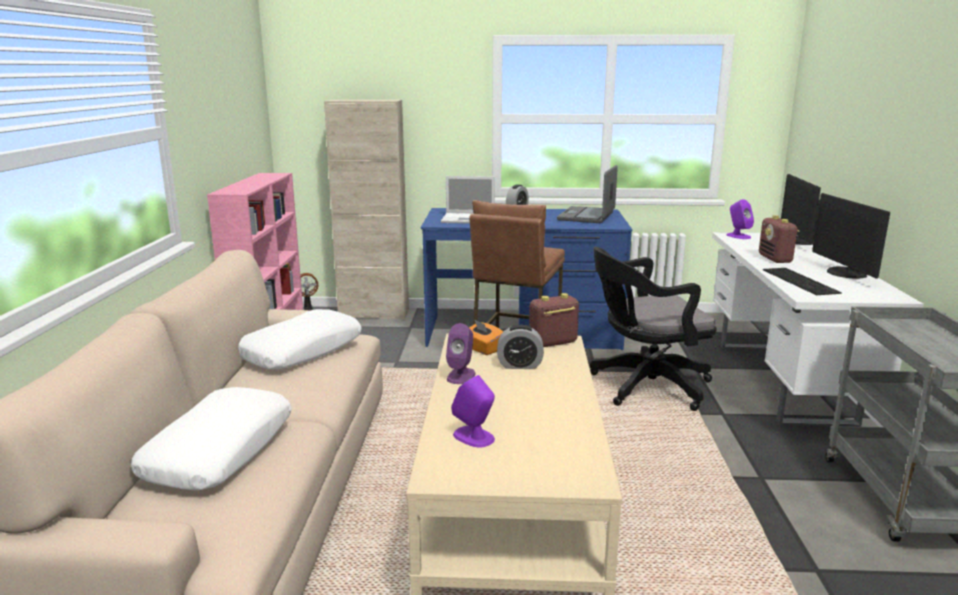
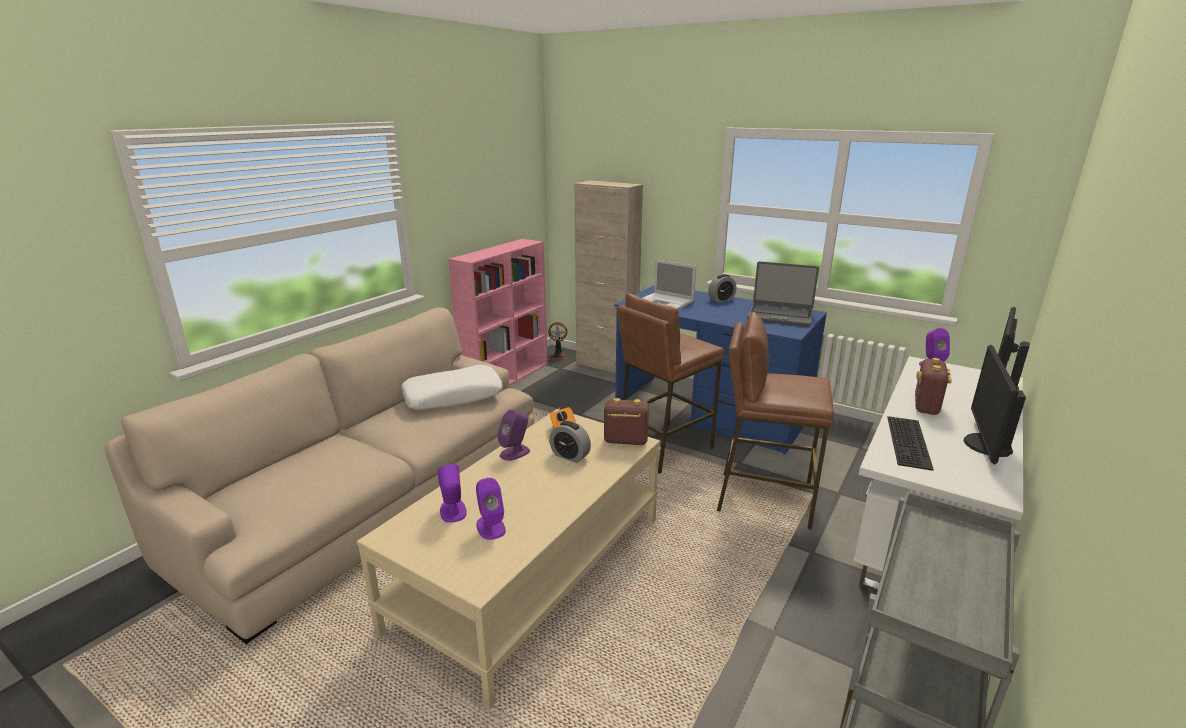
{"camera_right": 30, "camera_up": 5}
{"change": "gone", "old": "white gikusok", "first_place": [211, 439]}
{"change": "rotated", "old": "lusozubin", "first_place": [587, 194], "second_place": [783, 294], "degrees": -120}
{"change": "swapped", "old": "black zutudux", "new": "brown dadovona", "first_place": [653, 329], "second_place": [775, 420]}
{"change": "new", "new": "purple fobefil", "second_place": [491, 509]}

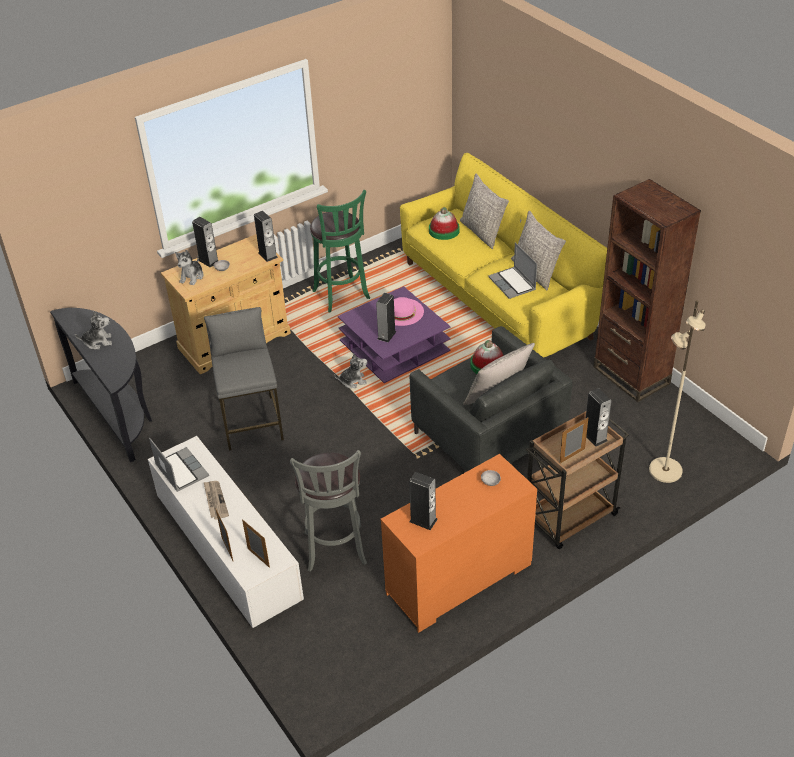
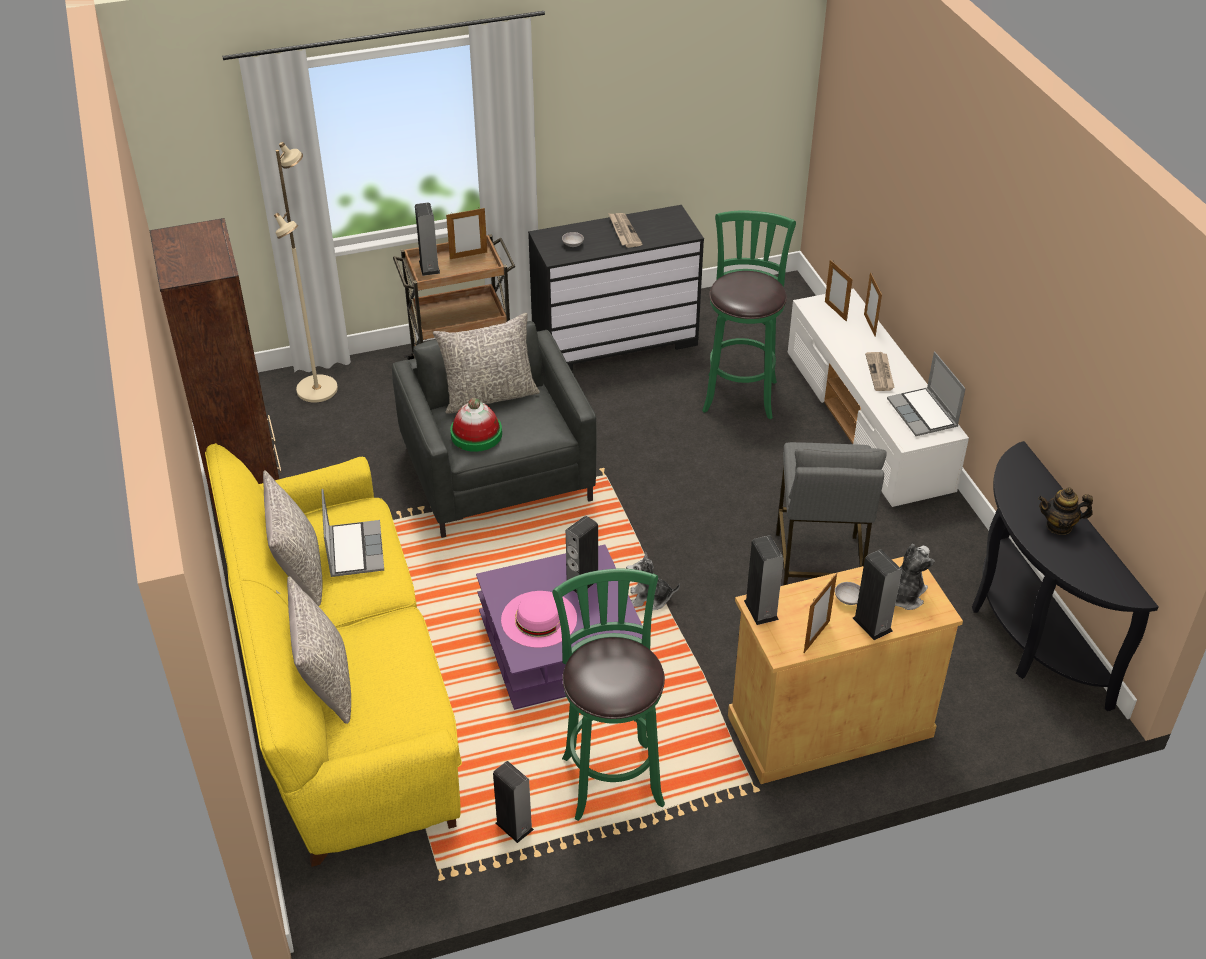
{"camera_right": -165, "camera_up": 0}
{"change": "swapped", "old": "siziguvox", "new": "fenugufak", "first_place": [93, 330], "second_place": [1065, 511]}
{"change": "repainted", "old": "grey dadovona", "new": "green dadovona", "first_place": [328, 511], "second_place": [749, 315]}
{"change": "repainted", "old": "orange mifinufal", "new": "black mifinufal", "first_place": [459, 543], "second_place": [616, 288]}
{"change": "shifted", "old": "fobefil", "first_place": [423, 501], "second_place": [513, 802]}
{"change": "gone", "old": "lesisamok", "first_place": [444, 223]}
{"change": "new", "new": "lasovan", "second_place": [625, 230]}
{"change": "new", "new": "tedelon", "second_place": [820, 613]}

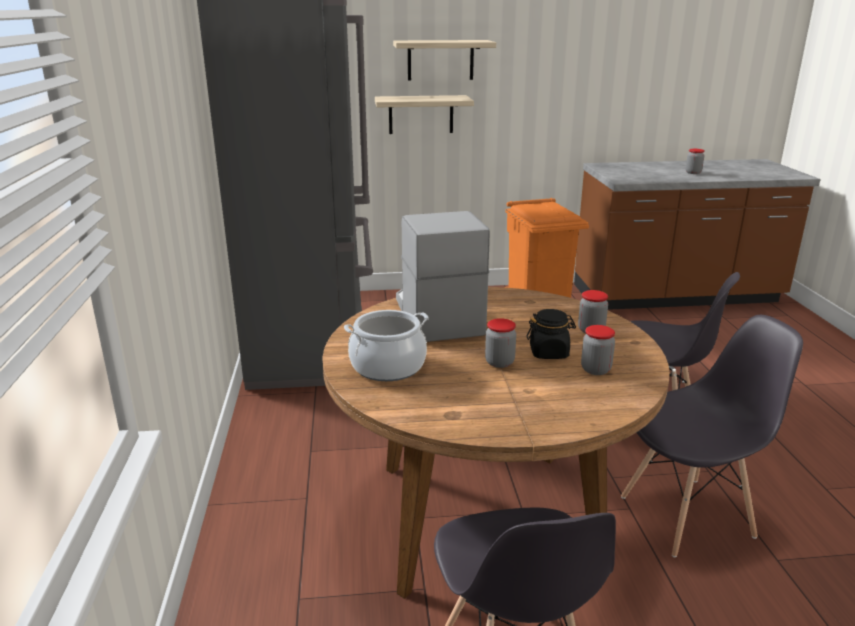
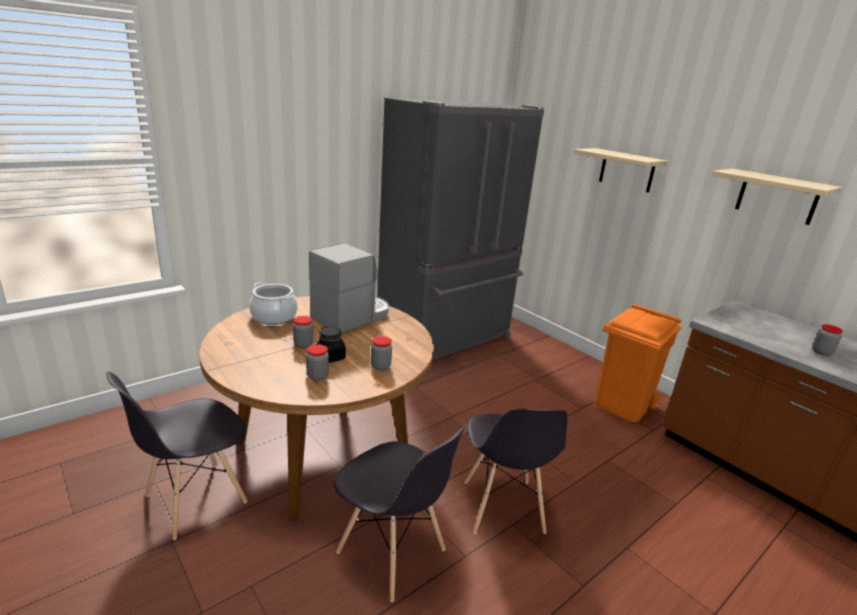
{"camera_right": 55, "camera_up": 0}
{"change": "shifted", "old": "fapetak", "first_place": [424, 114], "second_place": [777, 197]}

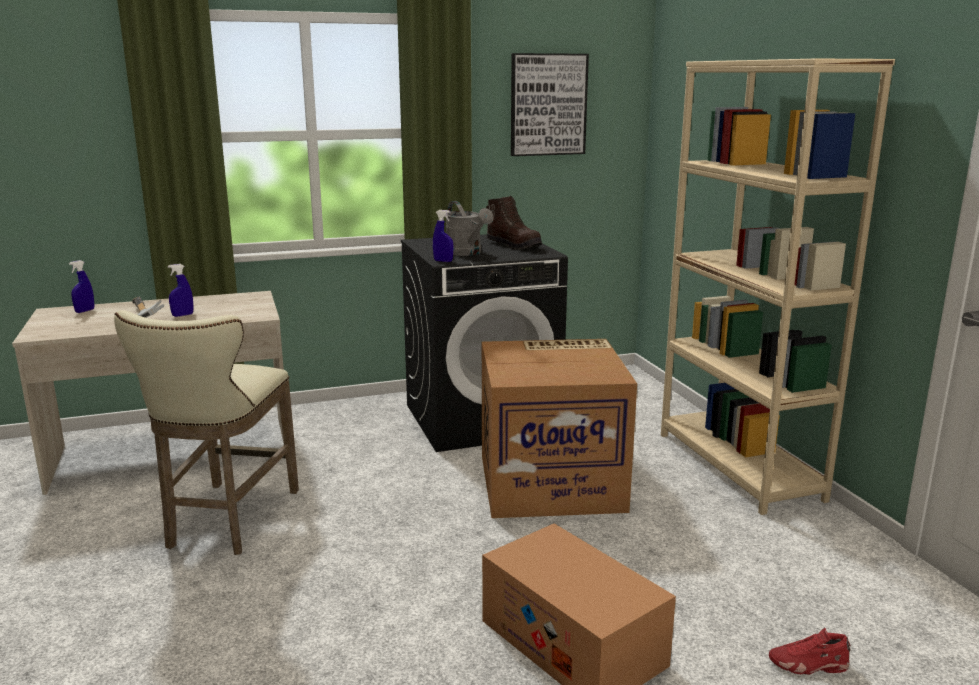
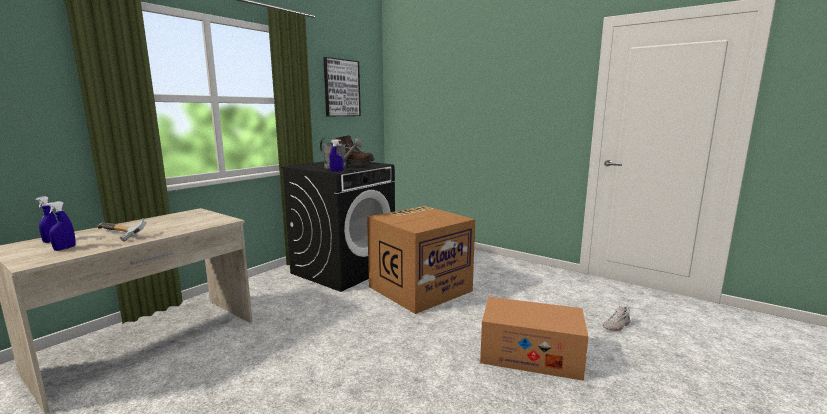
{"camera_right": -35, "camera_up": -5}
{"change": "gone", "old": "beige dadovona", "first_place": [206, 432]}
{"change": "shifted", "old": "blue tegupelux", "first_place": [181, 290], "second_place": [61, 226]}
{"change": "gone", "old": "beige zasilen", "first_place": [778, 287]}
{"change": "repainted", "old": "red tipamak", "new": "white tipamak", "first_place": [810, 650], "second_place": [616, 318]}

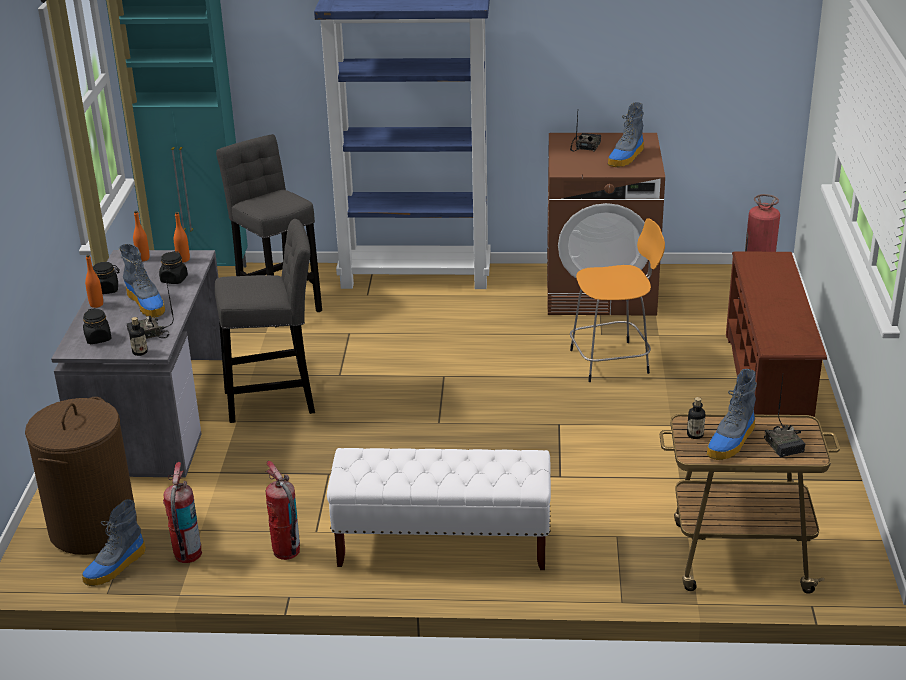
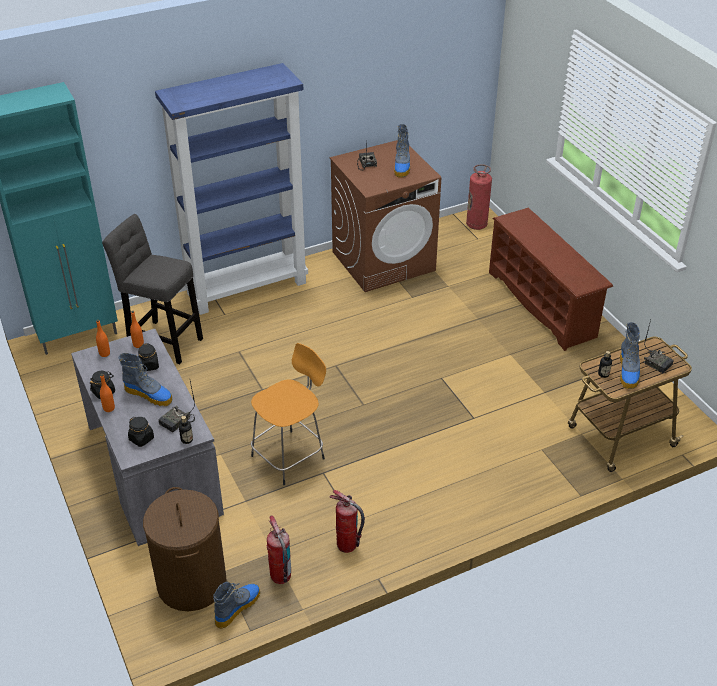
{"camera_right": -30, "camera_up": 10}
{"change": "rotated", "old": "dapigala", "first_place": [114, 542], "second_place": [236, 605], "degrees": -150}
{"change": "gone", "old": "grey dadovona", "first_place": [265, 321]}
{"change": "gone", "old": "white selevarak", "first_place": [439, 509]}
{"change": "shifted", "old": "orange dadovona", "first_place": [617, 300], "second_place": [288, 414]}

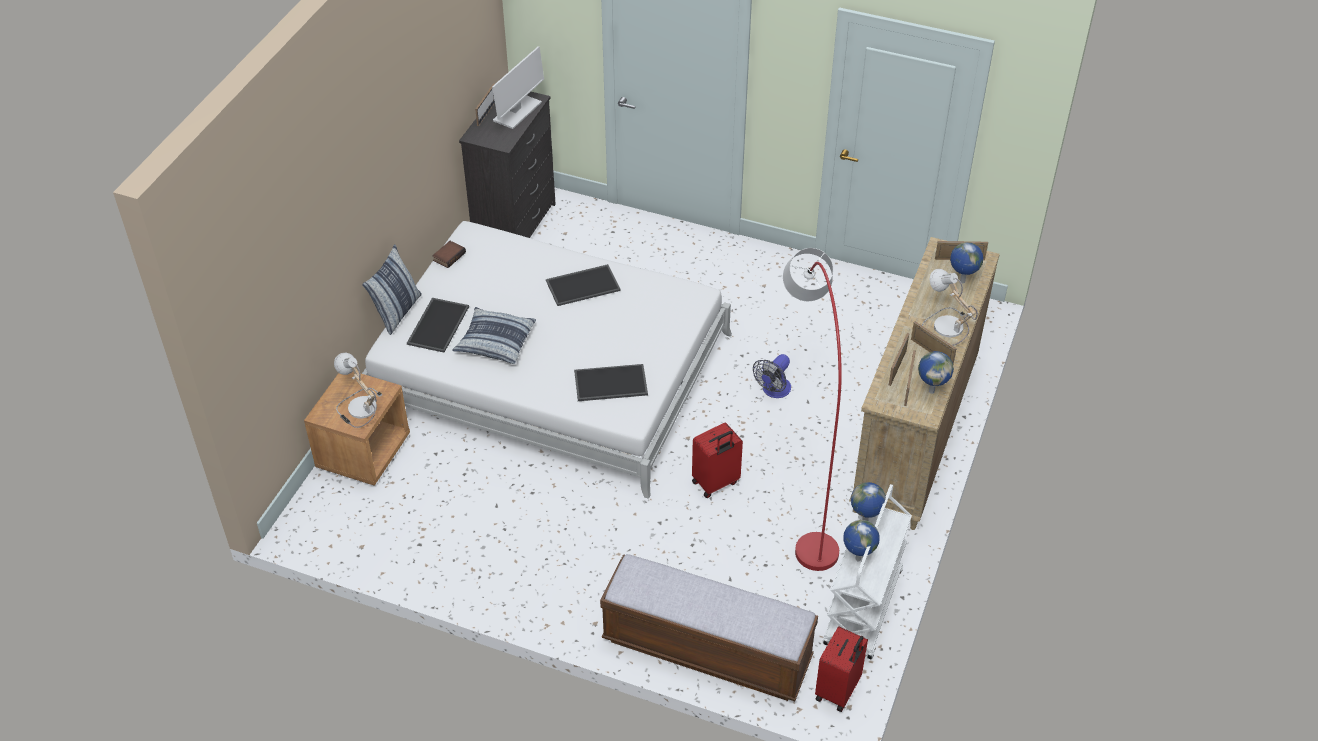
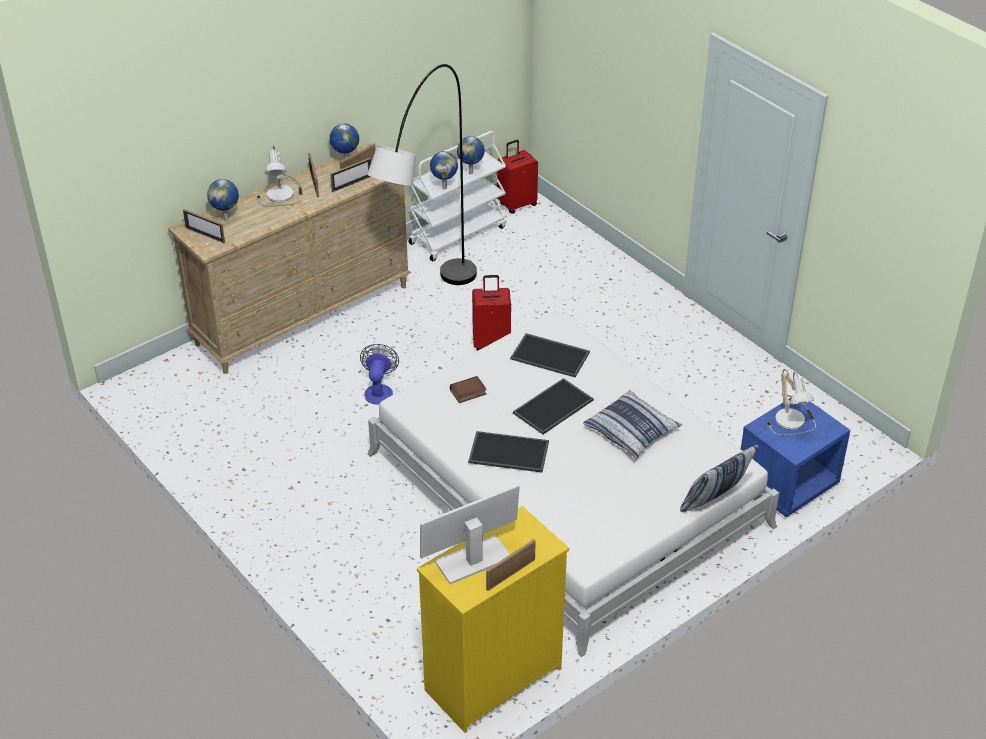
{"camera_right": -150, "camera_up": -5}
{"change": "repainted", "old": "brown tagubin", "new": "blue tagubin", "first_place": [357, 429], "second_place": [795, 457]}
{"change": "shifted", "old": "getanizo", "first_place": [438, 325], "second_place": [553, 406]}
{"change": "shifted", "old": "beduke", "first_place": [449, 254], "second_place": [468, 389]}
{"change": "repainted", "old": "black mifinufal", "new": "yellow mifinufal", "first_place": [507, 165], "second_place": [493, 619]}
{"change": "gone", "old": "selevarak", "first_place": [709, 627]}
{"change": "rotated", "old": "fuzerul", "first_place": [772, 376], "second_place": [379, 374], "degrees": -60}
{"change": "repainted", "old": "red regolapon", "new": "grey regolapon", "first_place": [812, 409], "second_place": [422, 174]}

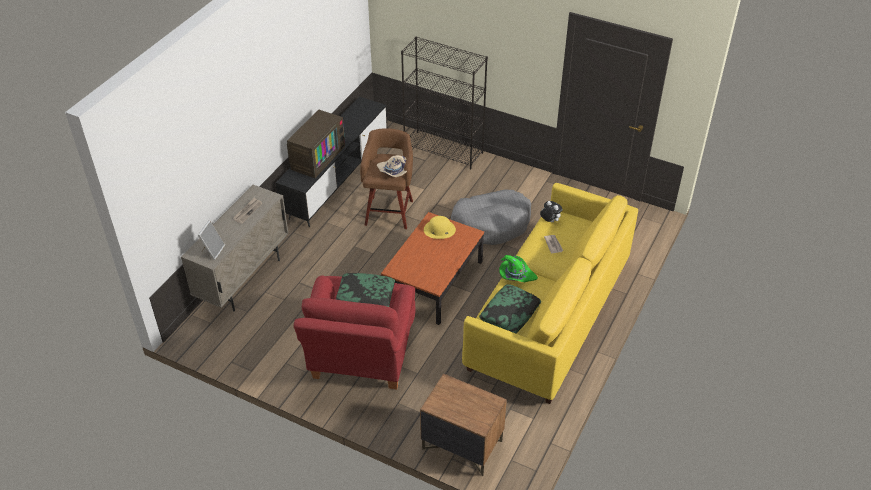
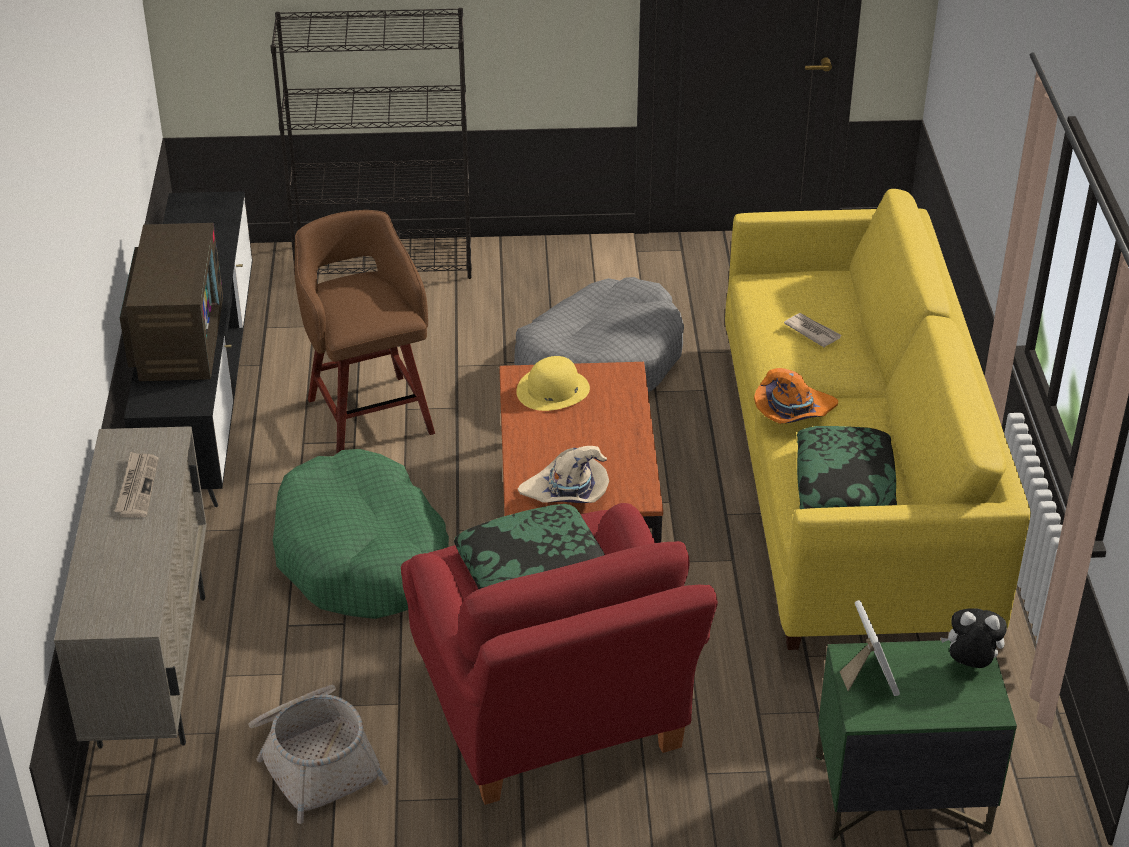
{"camera_right": -30, "camera_up": -5}
{"change": "shifted", "old": "tedelon", "first_place": [211, 240], "second_place": [870, 648]}
{"change": "shifted", "old": "beige lesisamok", "first_place": [392, 166], "second_place": [563, 474]}
{"change": "repainted", "old": "brown tagubin", "new": "green tagubin", "first_place": [463, 425], "second_place": [916, 740]}
{"change": "repainted", "old": "green lesisamok", "new": "orange lesisamok", "first_place": [518, 268], "second_place": [796, 396]}
{"change": "shifted", "old": "siziguvox", "first_place": [551, 211], "second_place": [973, 638]}
{"change": "new", "new": "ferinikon", "second_place": [318, 754]}
{"change": "new", "new": "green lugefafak", "second_place": [361, 534]}

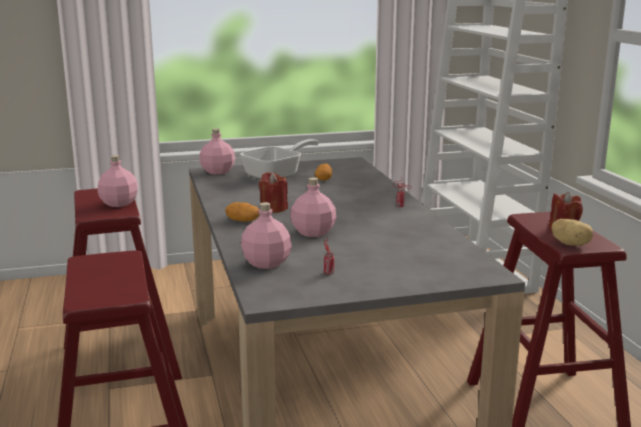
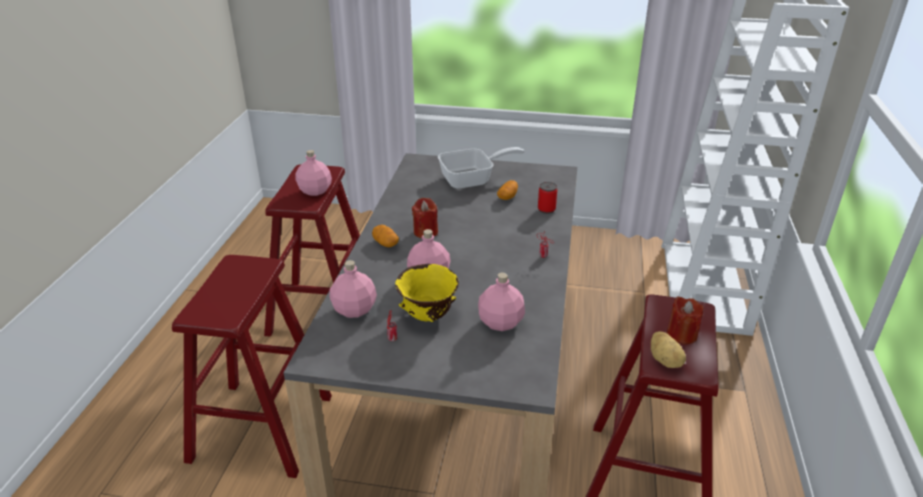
{"camera_right": 25, "camera_up": 15}
{"change": "shifted", "old": "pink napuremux", "first_place": [217, 152], "second_place": [501, 301]}
{"change": "new", "new": "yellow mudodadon", "second_place": [427, 293]}
{"change": "new", "new": "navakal", "second_place": [547, 198]}

